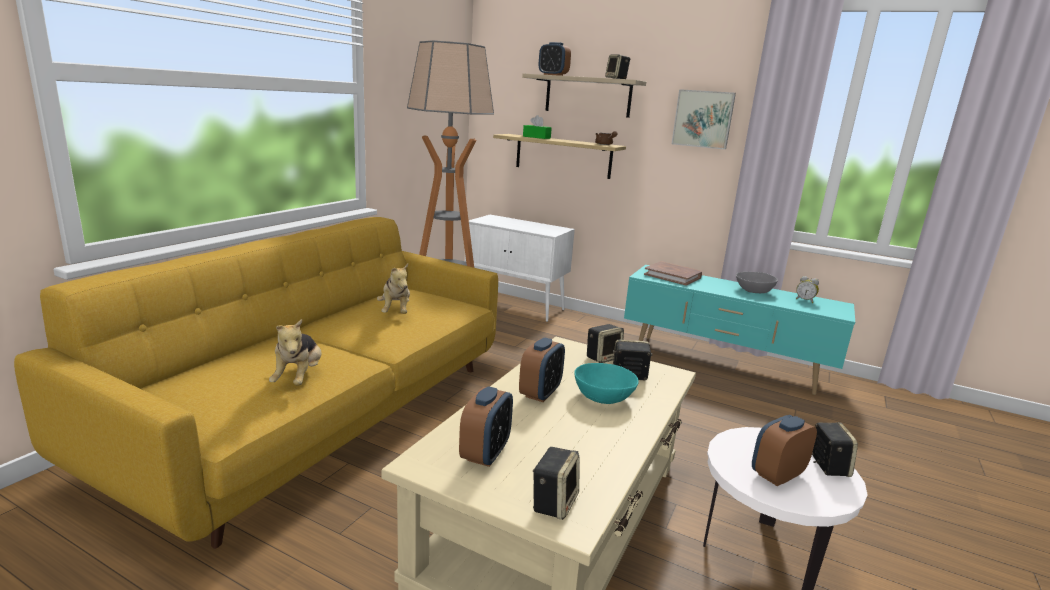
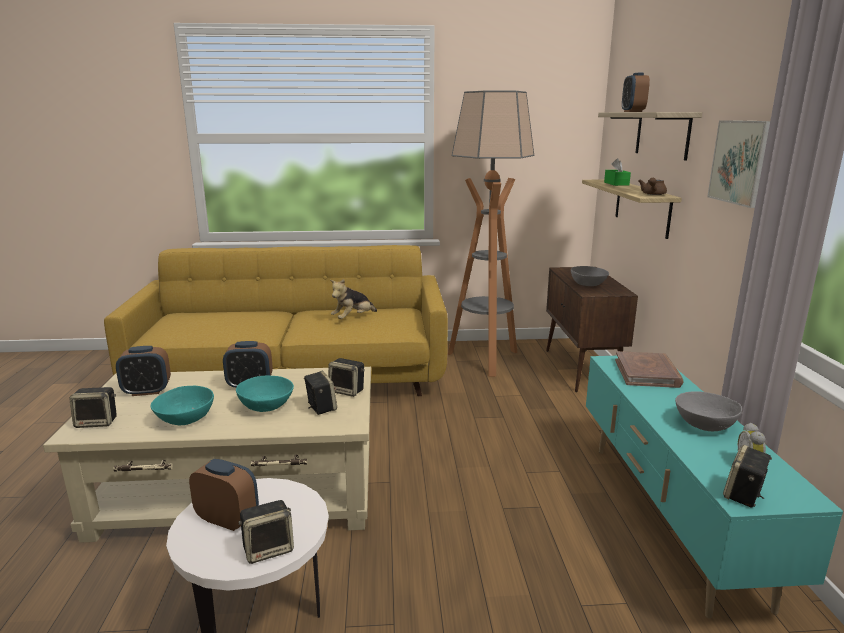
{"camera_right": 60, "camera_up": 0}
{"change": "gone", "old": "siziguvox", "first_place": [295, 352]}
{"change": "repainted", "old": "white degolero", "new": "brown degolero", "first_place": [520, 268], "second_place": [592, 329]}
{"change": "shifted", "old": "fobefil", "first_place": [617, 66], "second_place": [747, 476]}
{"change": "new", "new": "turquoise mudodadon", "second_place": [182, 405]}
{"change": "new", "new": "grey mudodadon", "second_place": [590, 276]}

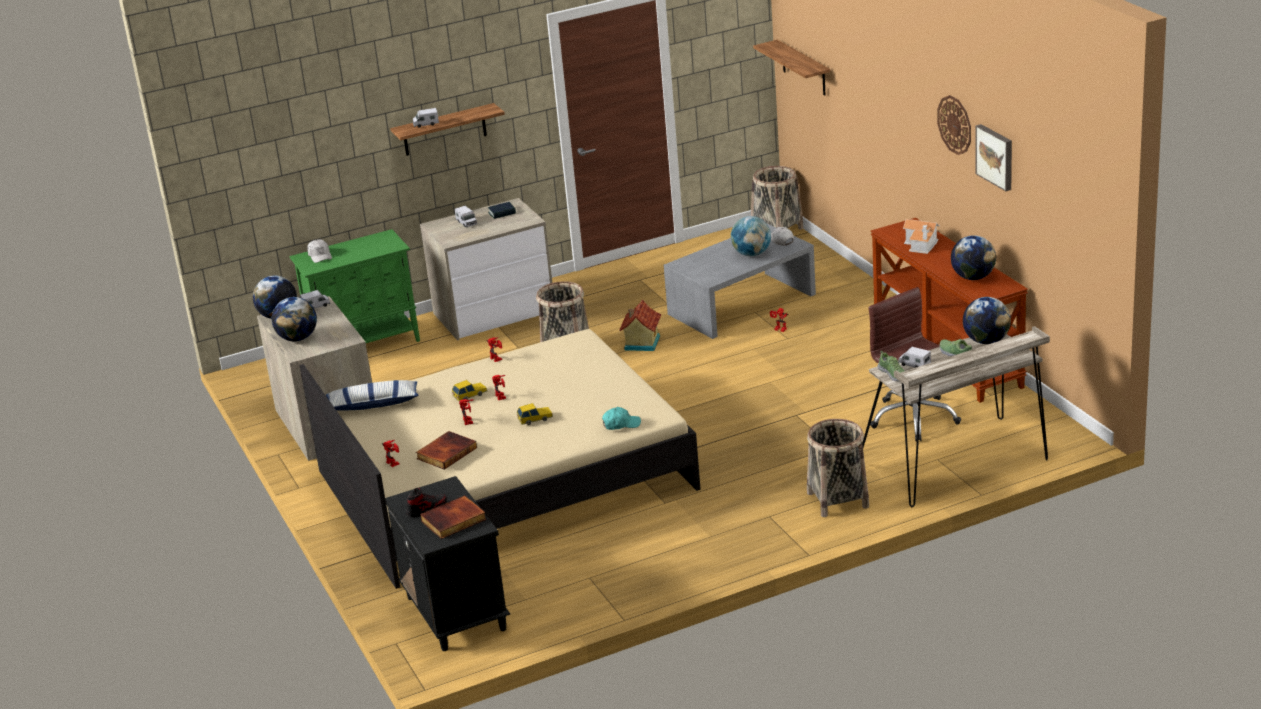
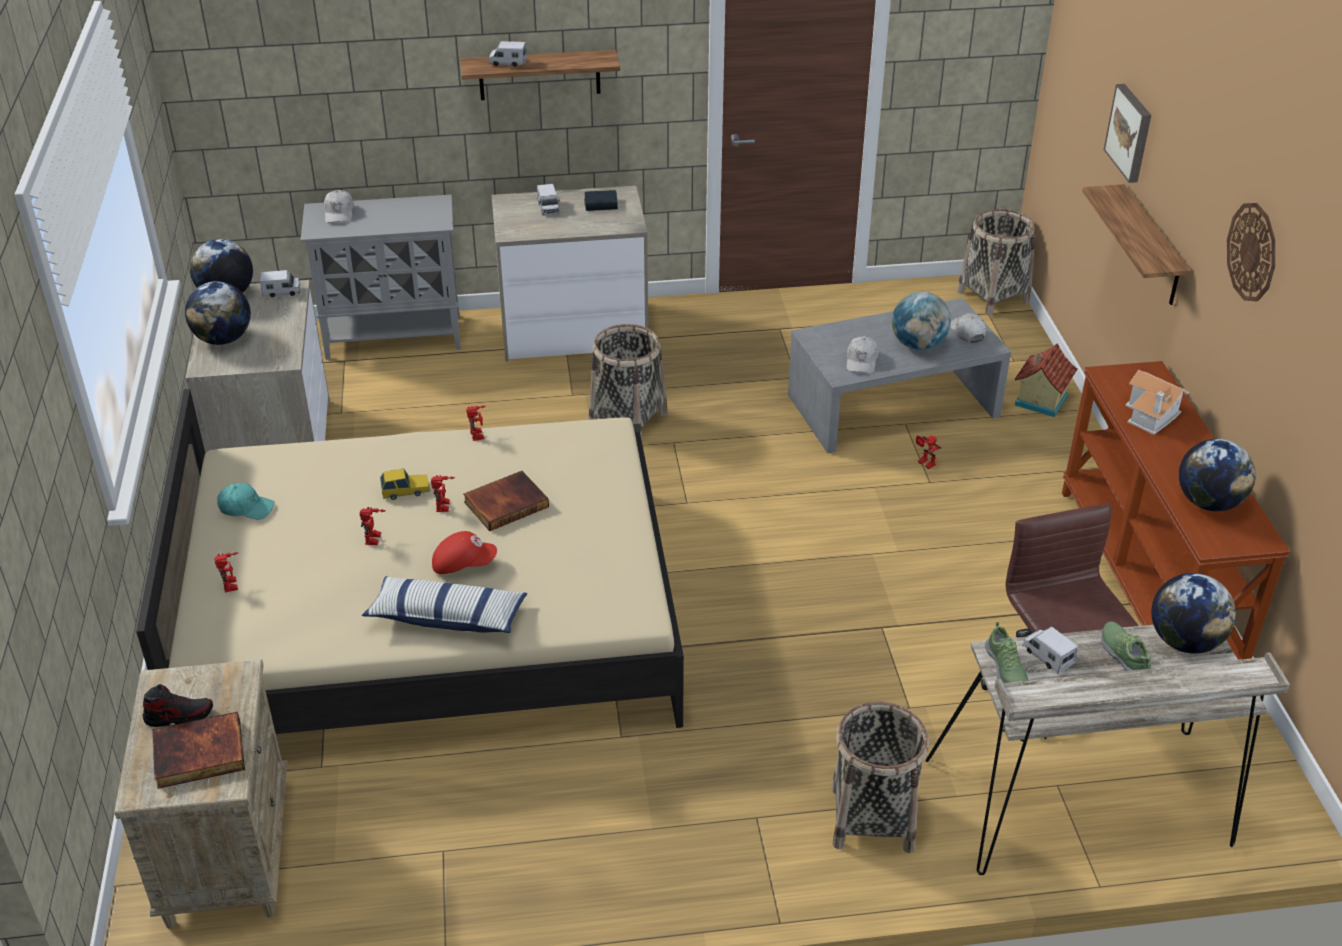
{"camera_right": 15, "camera_up": 10}
{"change": "repainted", "old": "green degolero", "new": "grey degolero", "first_place": [354, 286], "second_place": [381, 277]}
{"change": "shifted", "old": "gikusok", "first_place": [372, 395], "second_place": [444, 604]}
{"change": "repainted", "old": "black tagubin", "new": "beige tagubin", "first_place": [447, 563], "second_place": [201, 794]}
{"change": "shifted", "old": "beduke", "first_place": [446, 450], "second_place": [506, 501]}
{"change": "swapped", "old": "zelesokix", "new": "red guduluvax", "first_place": [535, 414], "second_place": [464, 552]}
{"change": "shifted", "old": "turquoise guduluvax", "first_place": [621, 418], "second_place": [245, 501]}
{"change": "shifted", "old": "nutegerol", "first_place": [640, 325], "second_place": [1046, 380]}
{"change": "shifted", "old": "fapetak", "first_place": [791, 68], "second_place": [1136, 244]}
{"change": "shifted", "old": "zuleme", "first_place": [994, 157], "second_place": [1127, 133]}
{"change": "new", "new": "white guduluvax", "second_place": [862, 355]}

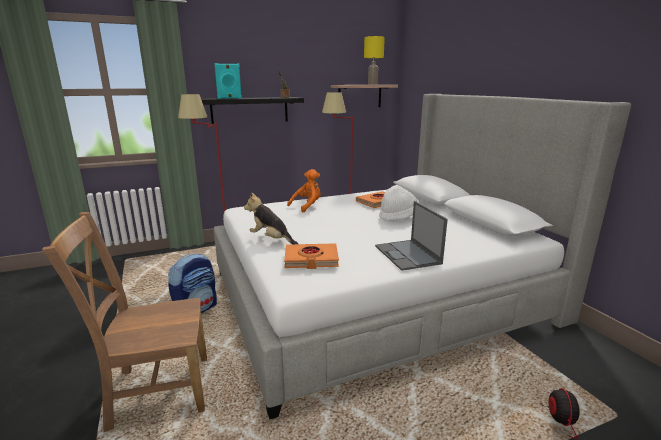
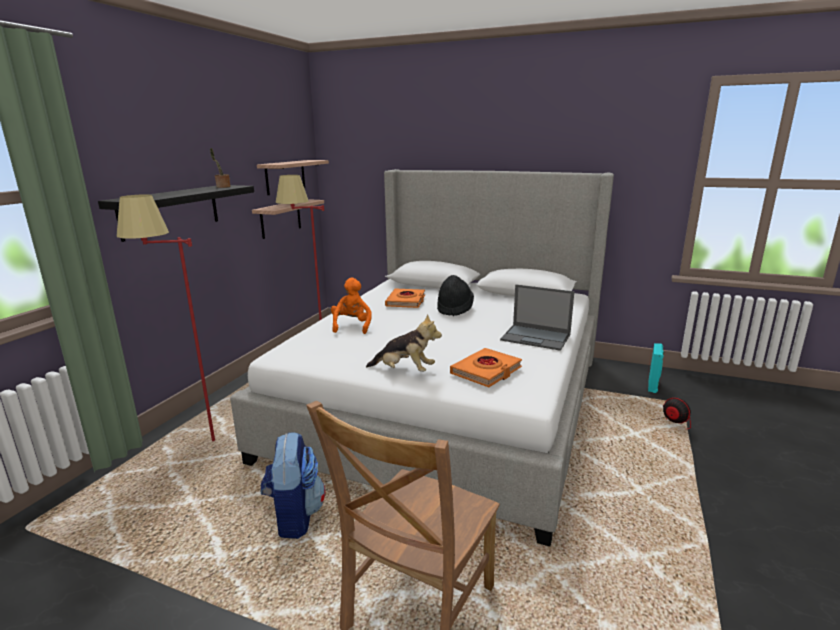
{"camera_right": -45, "camera_up": 0}
{"change": "shifted", "old": "turquoise fobefil", "first_place": [228, 81], "second_place": [656, 368]}
{"change": "rotated", "old": "siziguvox", "first_place": [271, 218], "second_place": [404, 343], "degrees": -150}
{"change": "gone", "old": "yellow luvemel", "first_place": [374, 60]}
{"change": "repainted", "old": "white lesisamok", "new": "black lesisamok", "first_place": [399, 203], "second_place": [455, 295]}
{"change": "new", "new": "fapetak", "second_place": [288, 219]}

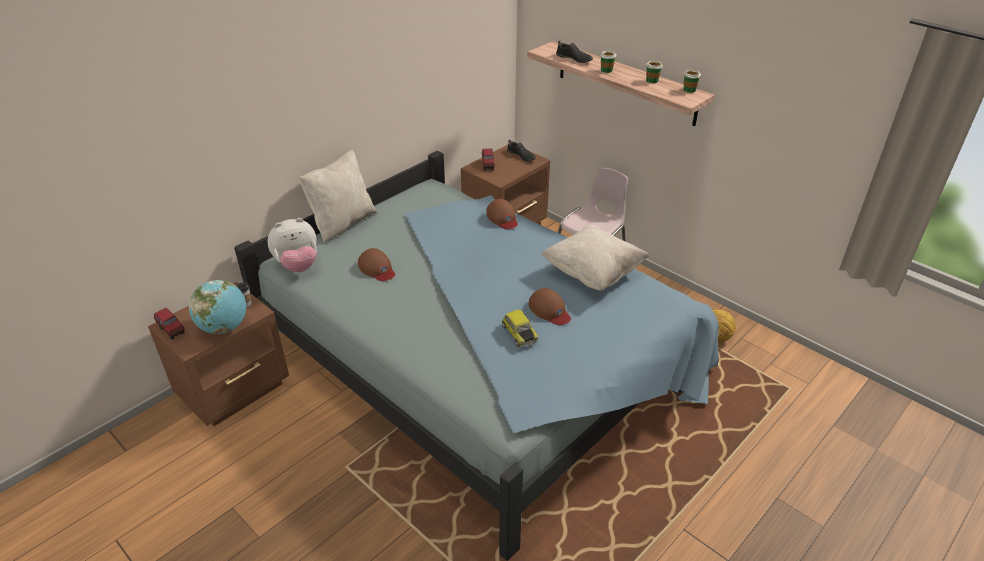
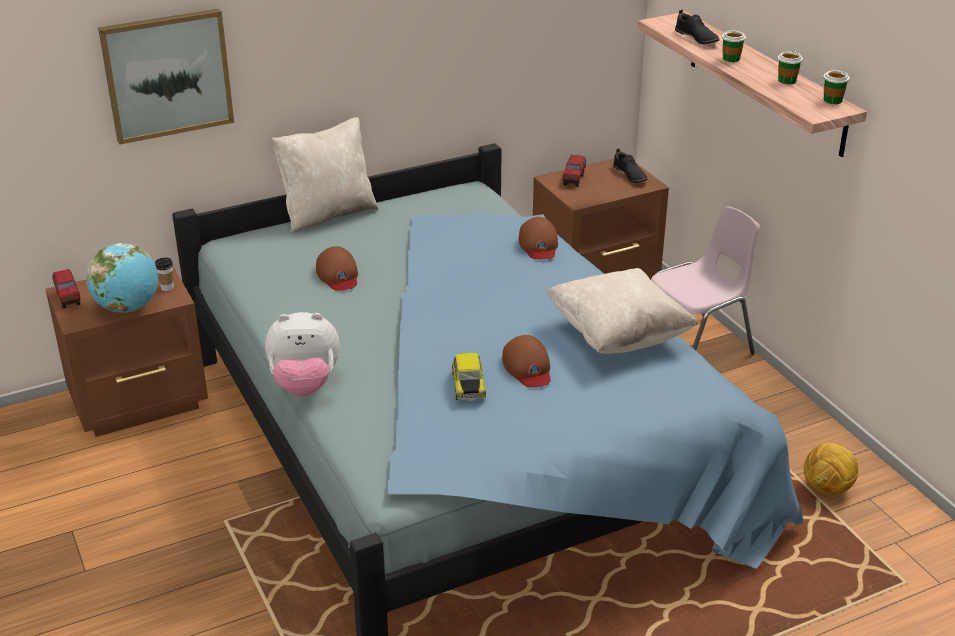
{"camera_right": 20, "camera_up": -5}
{"change": "shifted", "old": "siziguvox", "first_place": [292, 245], "second_place": [302, 354]}
{"change": "new", "new": "zuleme", "second_place": [166, 77]}

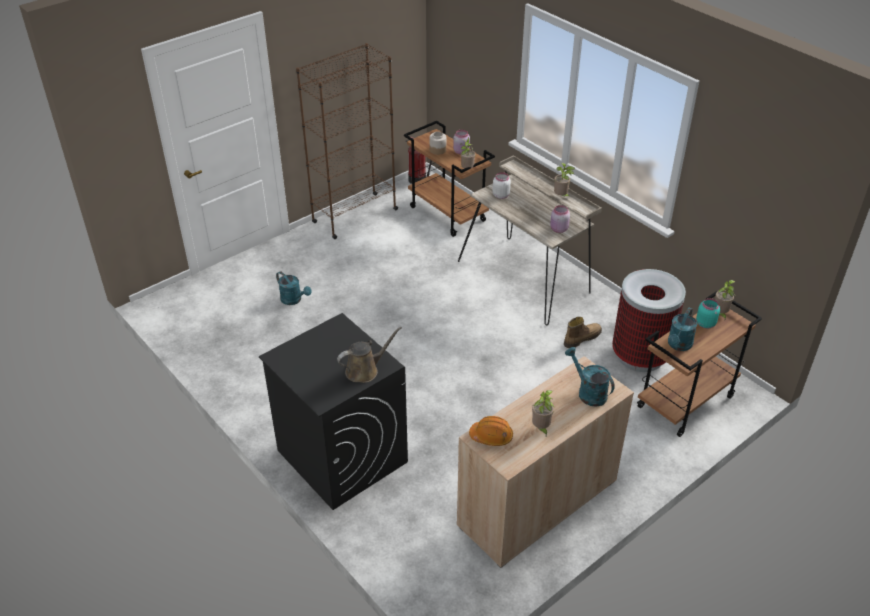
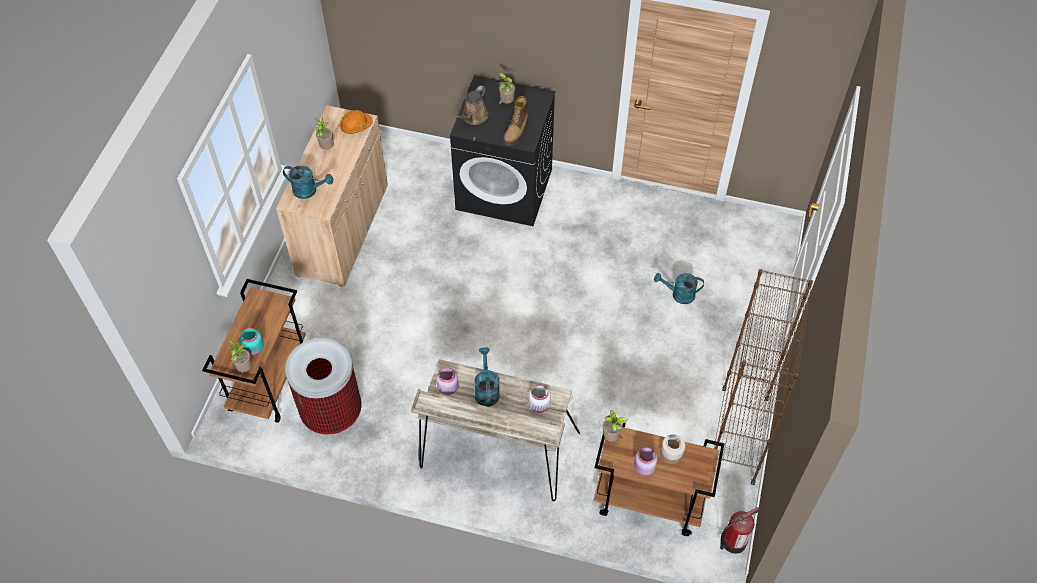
{"camera_right": 145, "camera_up": 15}
{"change": "shifted", "old": "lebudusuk", "first_place": [564, 180], "second_place": [506, 88]}
{"change": "shifted", "old": "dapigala", "first_place": [583, 332], "second_place": [515, 121]}
{"change": "shifted", "old": "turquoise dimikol", "first_place": [682, 329], "second_place": [487, 377]}

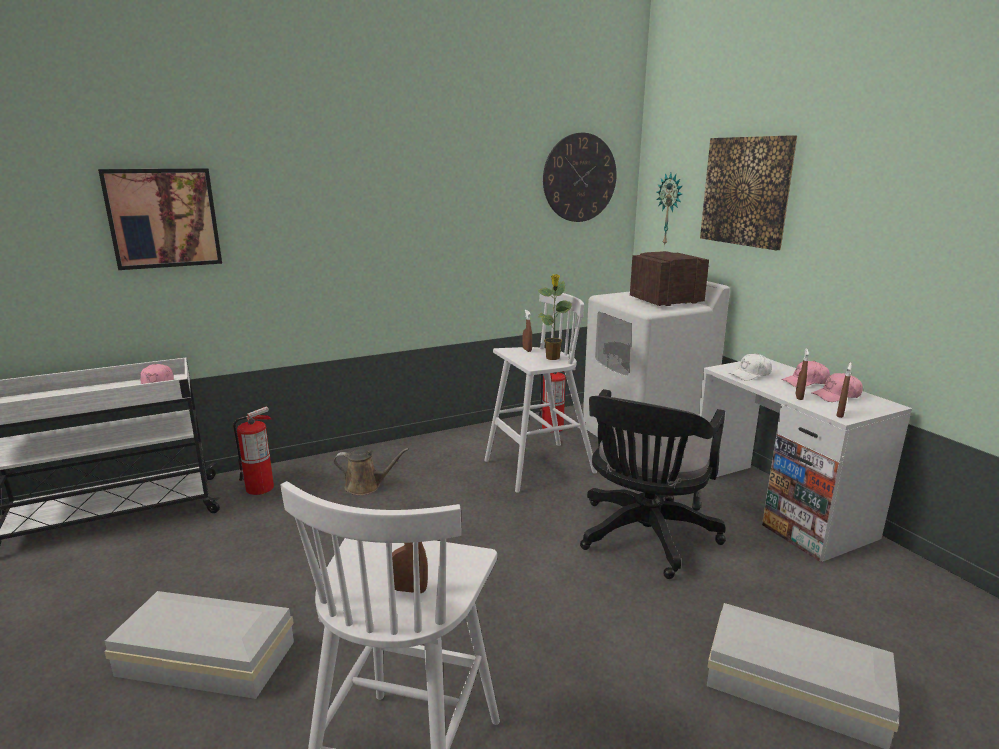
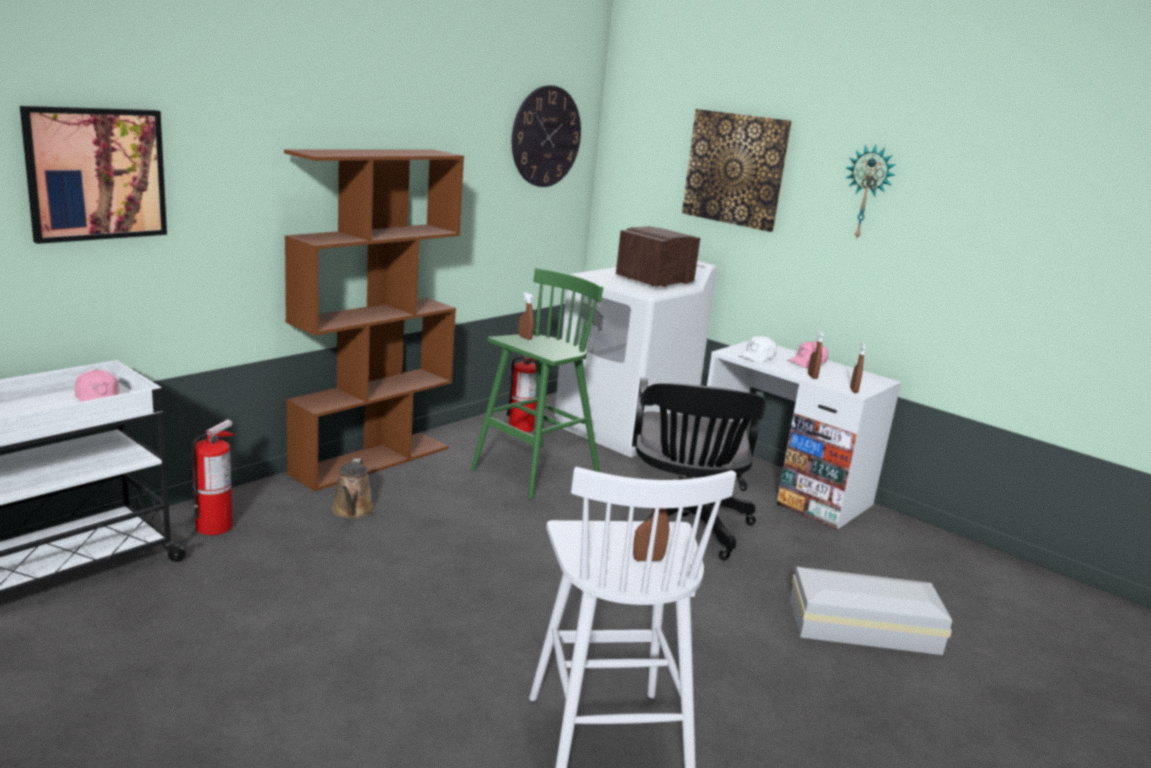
{"camera_right": -25, "camera_up": 0}
{"change": "gone", "old": "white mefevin", "first_place": [199, 645]}
{"change": "rotated", "old": "brown dimikol", "first_place": [371, 471], "second_place": [353, 488], "degrees": 105}
{"change": "repainted", "old": "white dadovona", "new": "green dadovona", "first_place": [540, 393], "second_place": [537, 383]}
{"change": "gone", "old": "lebudusuk", "first_place": [555, 317]}
{"change": "shifted", "old": "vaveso", "first_place": [669, 209], "second_place": [871, 192]}
{"change": "gone", "old": "pink guduluvax", "first_place": [837, 387]}
{"change": "new", "new": "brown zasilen", "second_place": [374, 320]}

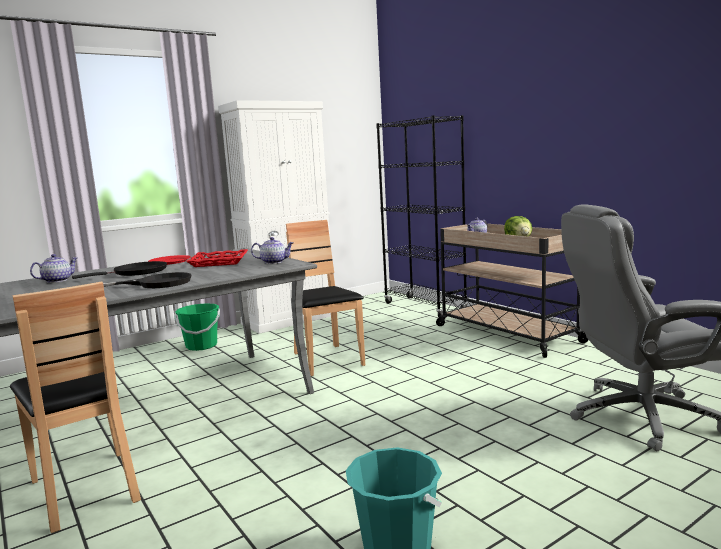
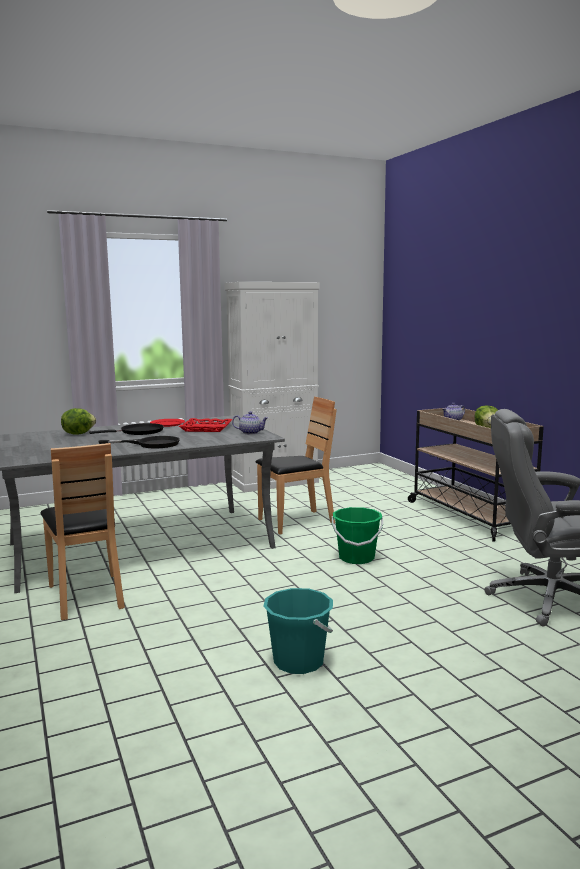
{"camera_right": 10, "camera_up": 0}
{"change": "swapped", "old": "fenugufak", "new": "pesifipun", "first_place": [53, 268], "second_place": [78, 421]}
{"change": "shifted", "old": "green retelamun", "first_place": [197, 327], "second_place": [357, 535]}
{"change": "rotated", "old": "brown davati", "first_place": [325, 298], "second_place": [296, 466], "degrees": 75}
{"change": "gone", "old": "black zasilen", "first_place": [422, 216]}

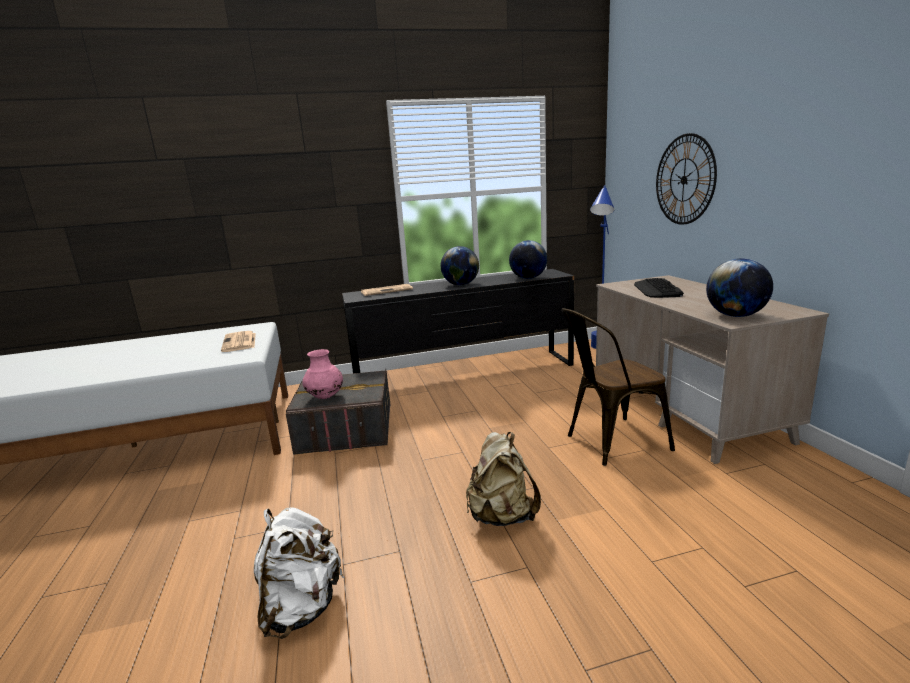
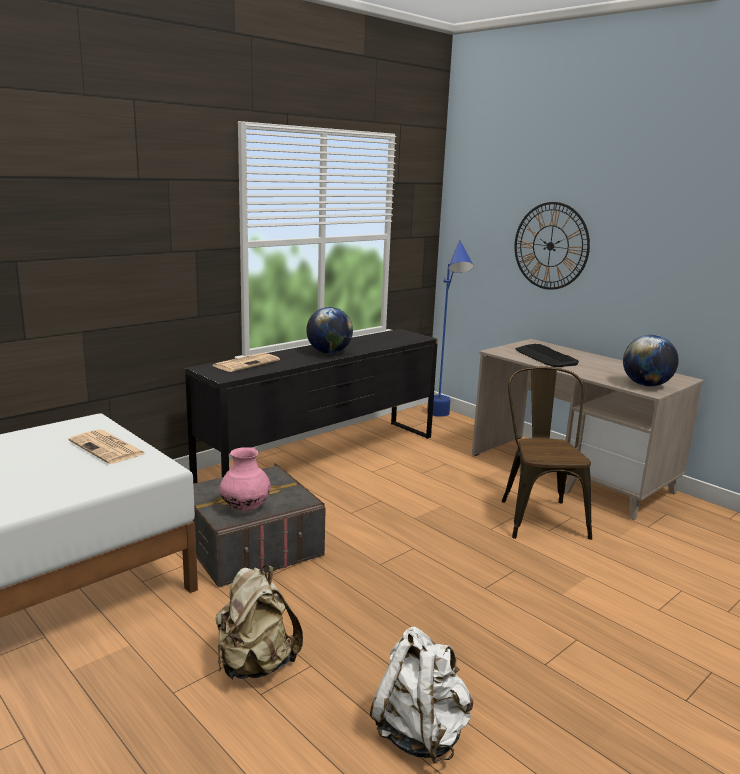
{"camera_right": -30, "camera_up": 0}
{"change": "shifted", "old": "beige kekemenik", "first_place": [503, 479], "second_place": [259, 622]}
{"change": "gone", "old": "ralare", "first_place": [528, 259]}
{"change": "rotated", "old": "brown davati", "first_place": [618, 387], "second_place": [546, 453], "degrees": 135}

